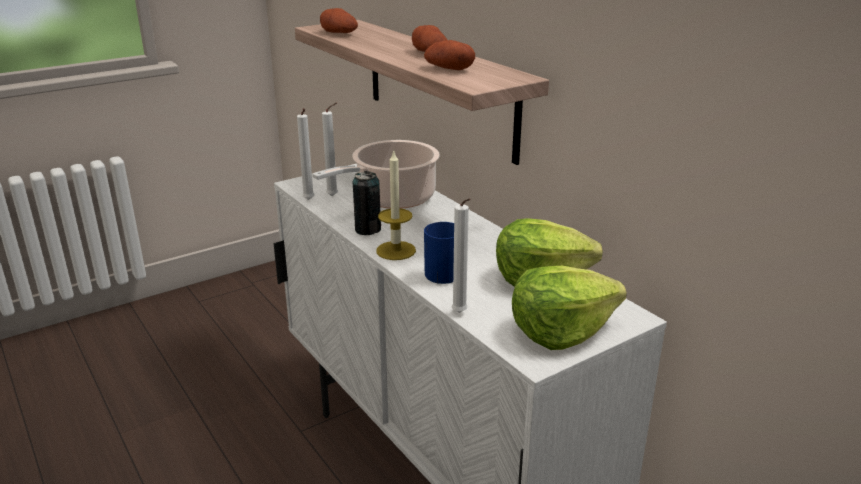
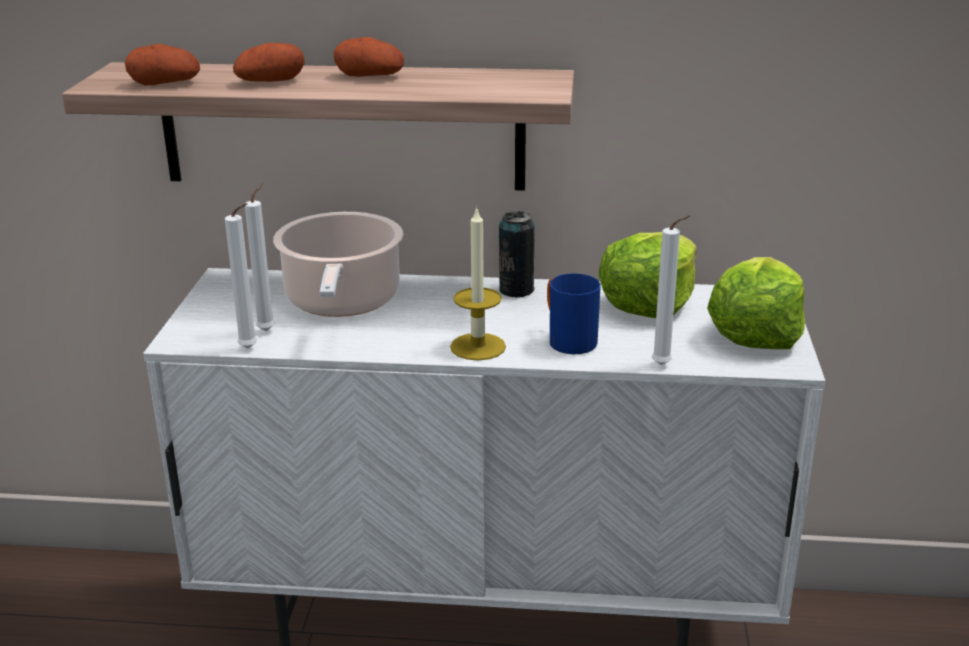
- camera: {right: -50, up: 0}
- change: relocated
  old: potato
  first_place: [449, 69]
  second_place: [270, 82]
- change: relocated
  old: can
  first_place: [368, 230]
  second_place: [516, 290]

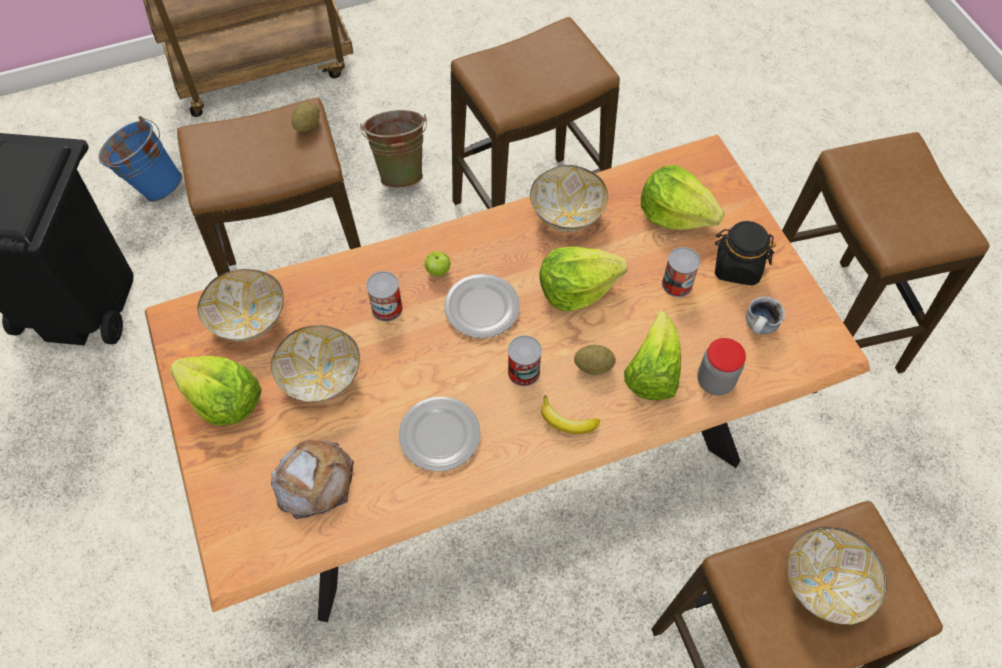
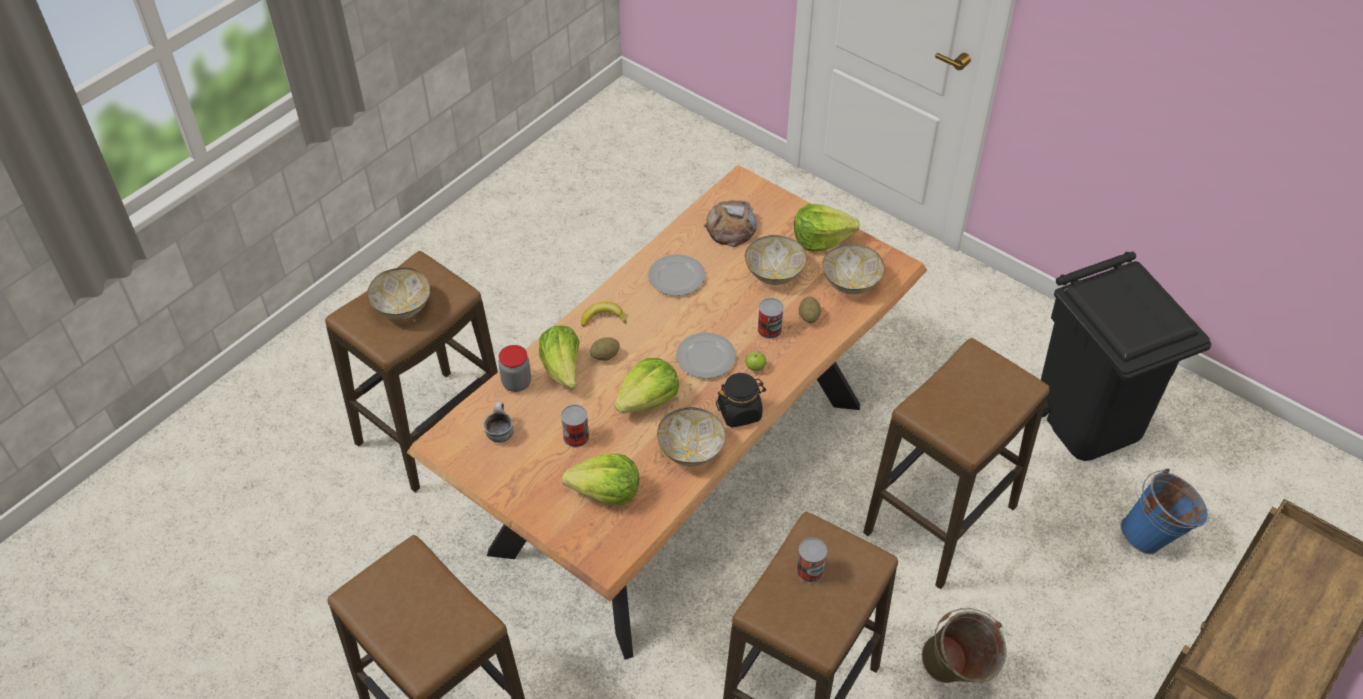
- camera: {right: 150, up: -10}
- change: relocated
  old: potato
  first_place: [307, 125]
  second_place: [809, 317]
- change: relocated
  old: black_jar
  first_place: [737, 267]
  second_place: [740, 412]
- change: relocated
  old: can
  first_place: [523, 372]
  second_place: [810, 570]

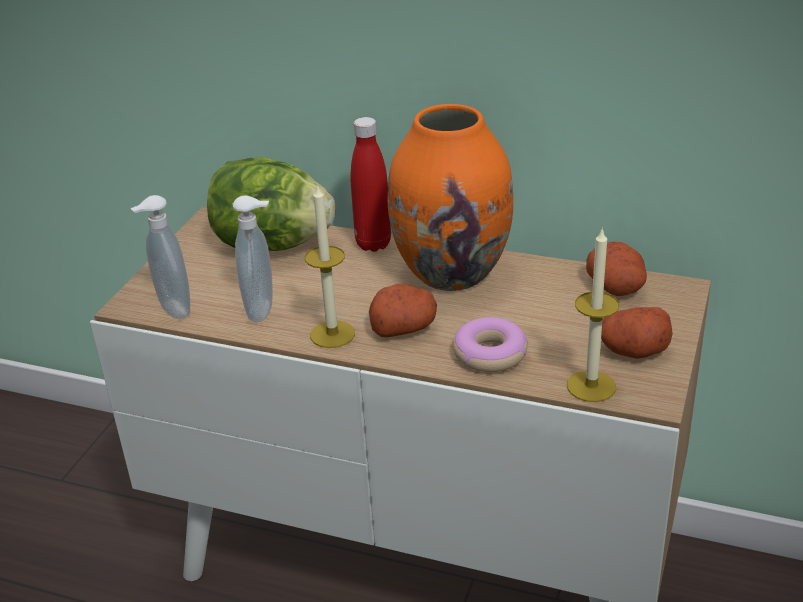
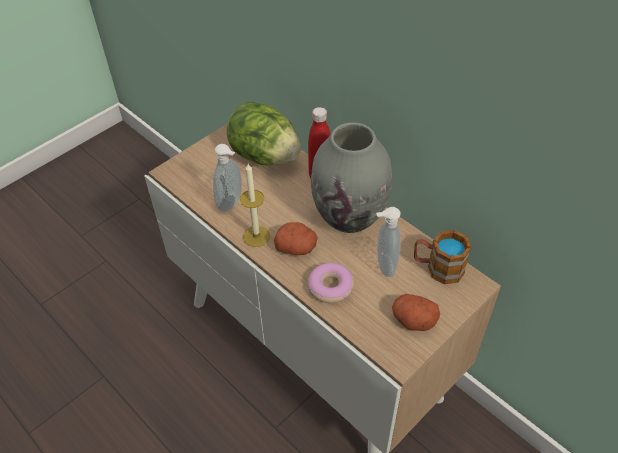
- camera: {right: 25, up: 15}
- change: colour
  old: orange_vase
  new: grey_vase
  first_place: [452, 272]
  second_place: [350, 216]
- change: relocated
  old: soap_dispenser
  first_place: [172, 310]
  second_place: [384, 265]
- change: missing
  old: candle
  first_place: [591, 386]
- change: exchanged
  old: potato
  new: mug
  first_place: [617, 287]
  second_place: [437, 268]

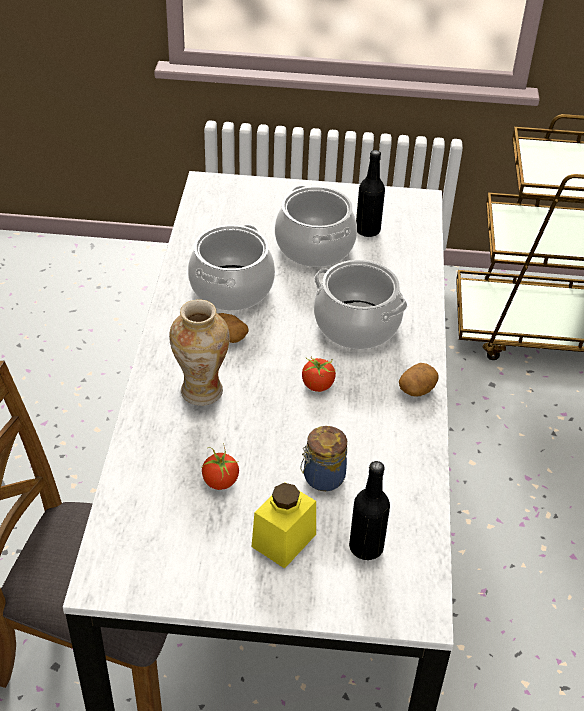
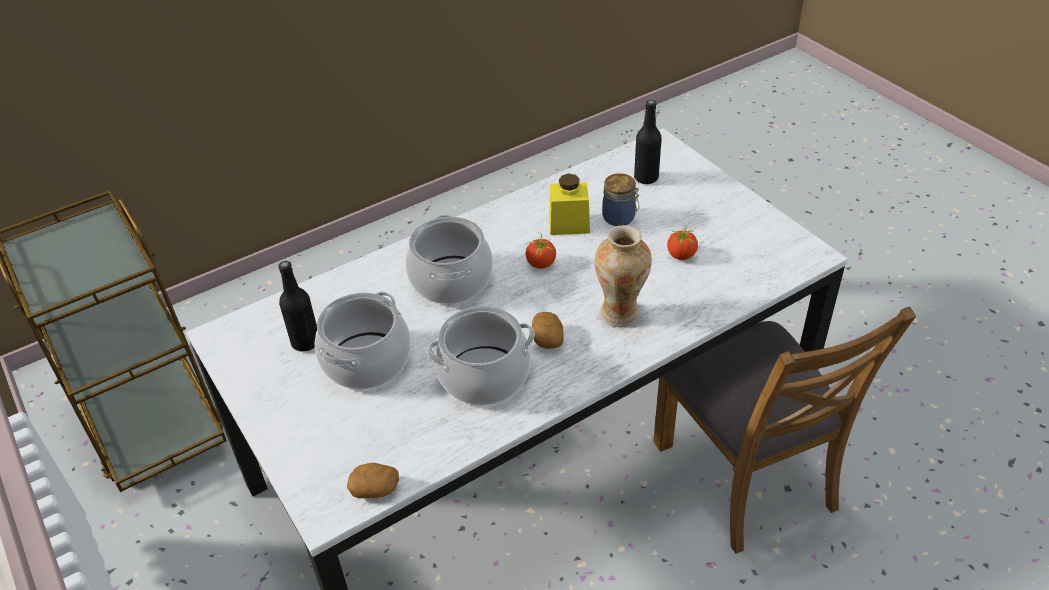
- camera: {right: -125, up: 0}
- change: relocated
  old: potato
  first_place: [417, 389]
  second_place: [375, 488]
- change: relocated
  old: yellow_jar
  first_place: [284, 540]
  second_place: [569, 224]

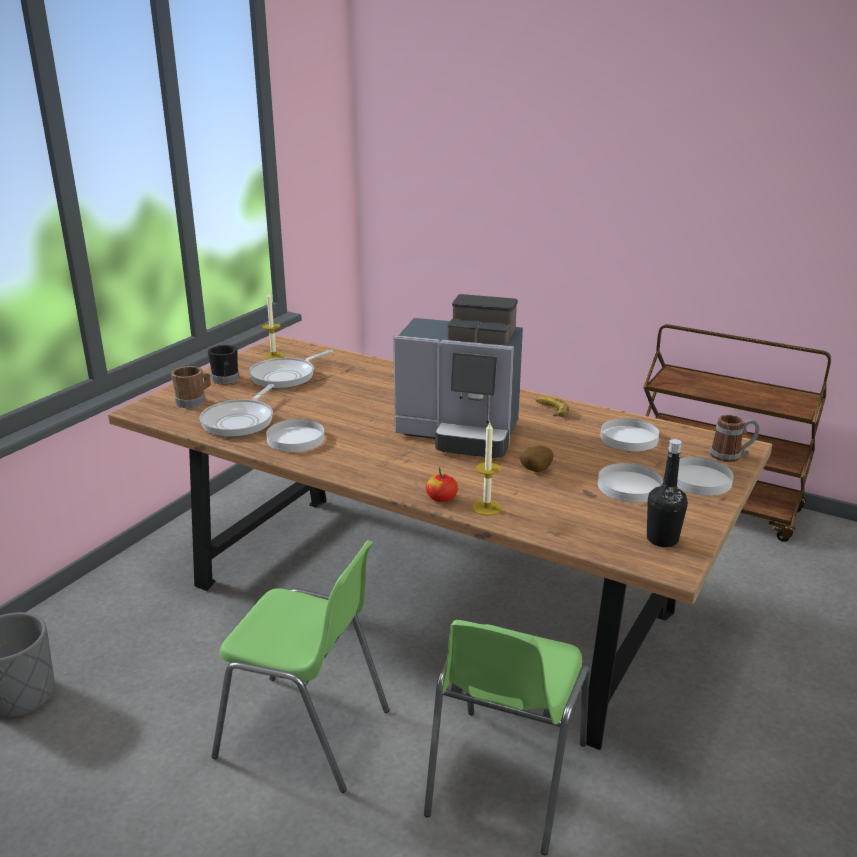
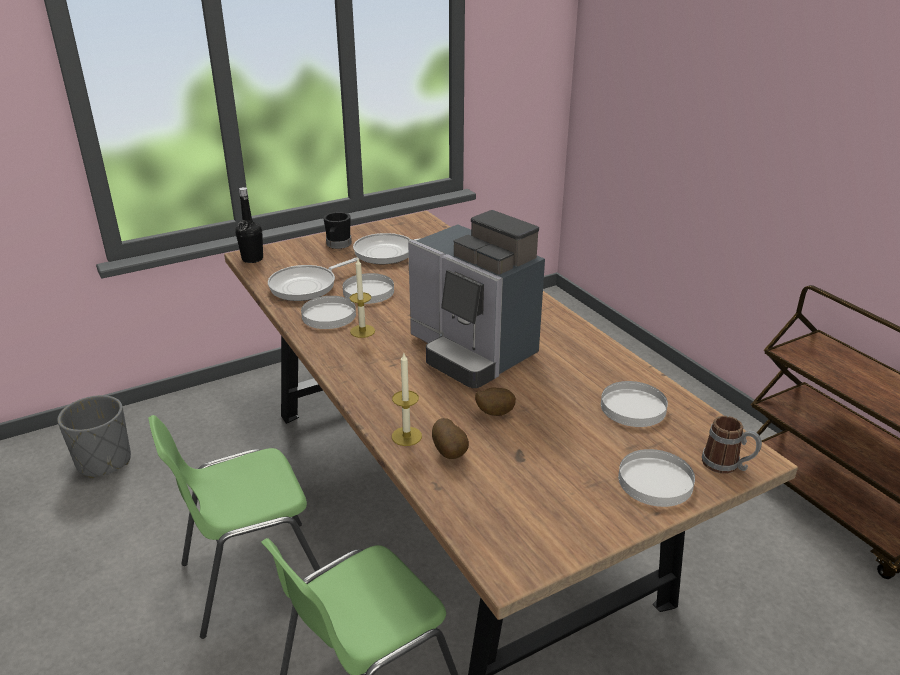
- camera: {right: 30, up: 5}
- change: relocated
  old: candle
  first_place: [273, 356]
  second_place: [362, 331]
- change: missing
  old: brown_mug
  first_place: [194, 401]
- change: missing
  old: banana
  first_place: [551, 410]
- change: relocated
  old: black_bottle
  first_place: [662, 539]
  second_place: [252, 259]
- change: relocated
  old: white_plate
  first_place: [629, 486]
  second_place: [368, 291]
- change: missing
  old: apple
  first_place: [441, 498]
- change: spun
  old: green_chair
  first_place: [305, 733]
  second_place: [253, 578]
  degrees: 105
- change: appeared
  new: potato
  second_place: [450, 452]

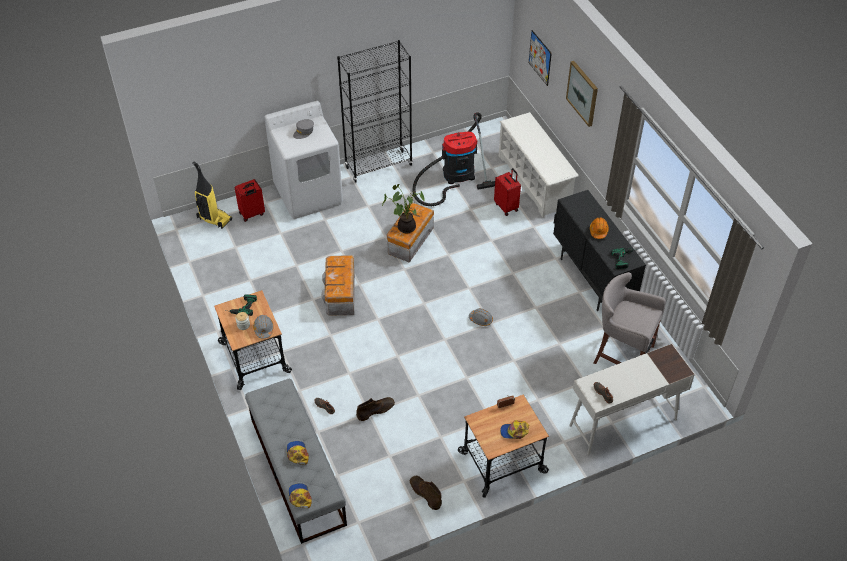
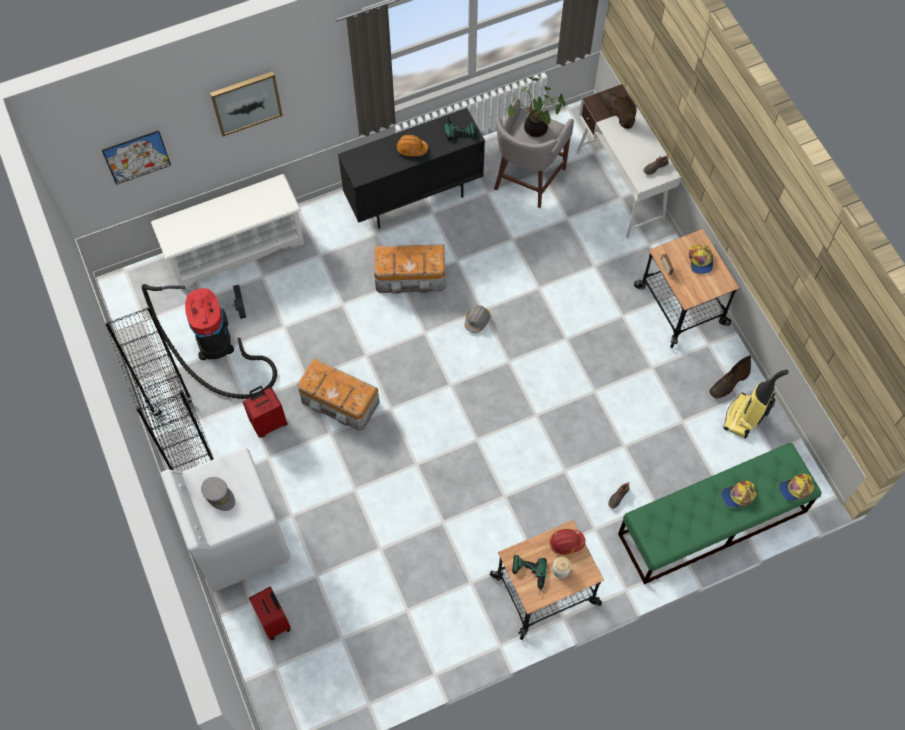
- camera: {right: -90, up: 15}
- change: relocated
  old: vacuum_cleaner
  first_place: [213, 219]
  second_place: [743, 417]
- change: relocated
  old: red_suitcase
  first_place: [506, 207]
  second_place: [269, 423]
- change: relocated
  old: potted_plant
  first_place: [405, 226]
  second_place: [534, 130]
- change: relocated
  old: storage_box
  first_place: [340, 294]
  second_place: [411, 277]
- change: colour
  old: grey_hard_hat
  new: red_hard_hat
  first_place: [263, 329]
  second_place: [566, 543]
- change: colour
  old: grey_bench
  new: green_bench
  first_place: [297, 470]
  second_place: [712, 523]
- change: relocated
  old: brown_boot
  first_place: [376, 410]
  second_place: [617, 111]

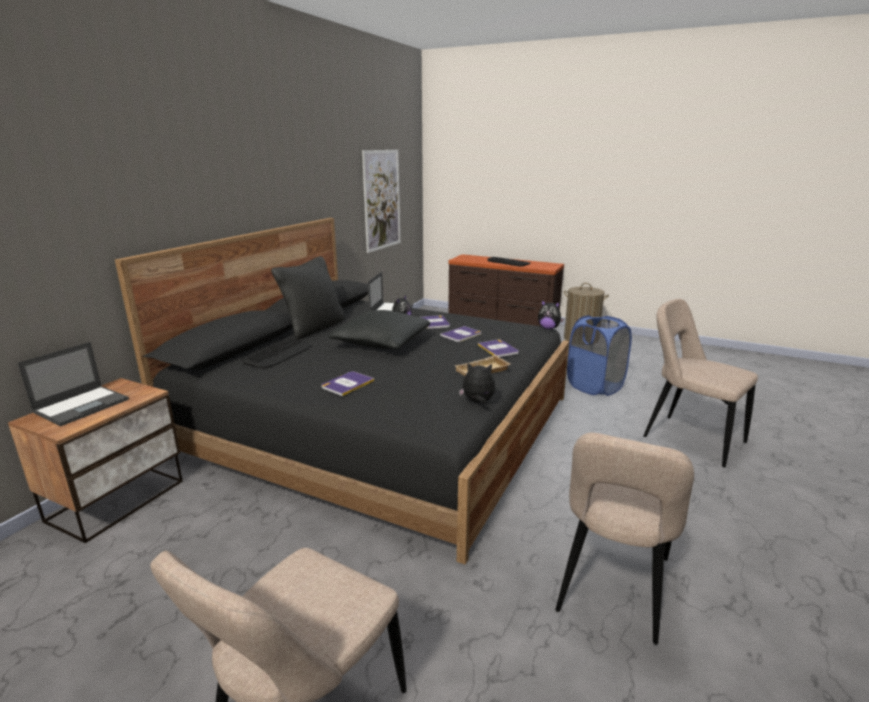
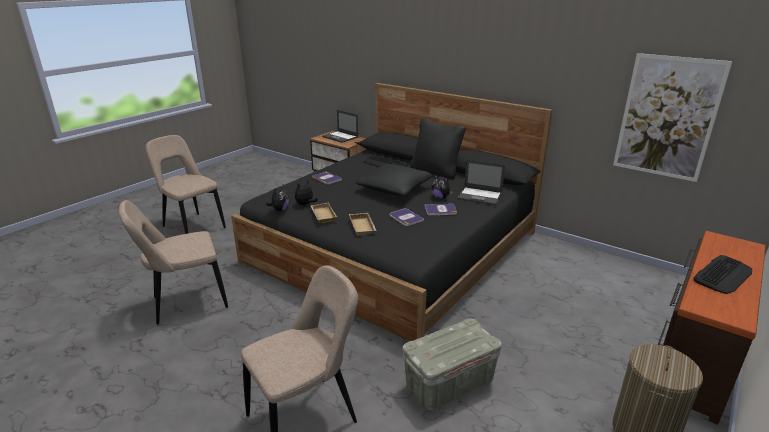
- camera: {right: 100, up: 5}
- change: relocated
  old: plush_toy
  first_place: [548, 328]
  second_place: [305, 204]
- change: exchanged
  old: blue_laundry_basket
  new: grey_storage_box
  first_place: [595, 386]
  second_place: [449, 385]
- change: exchanged
  old: book
  new: beige_tray
  first_place: [498, 349]
  second_place: [363, 226]
- change: spun
  old: beige_chair
  first_place: [612, 589]
  second_place: [186, 303]
  degrees: -60

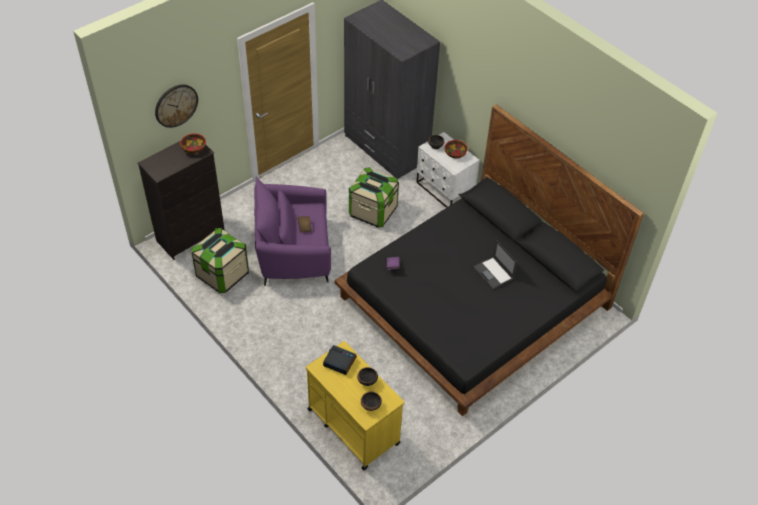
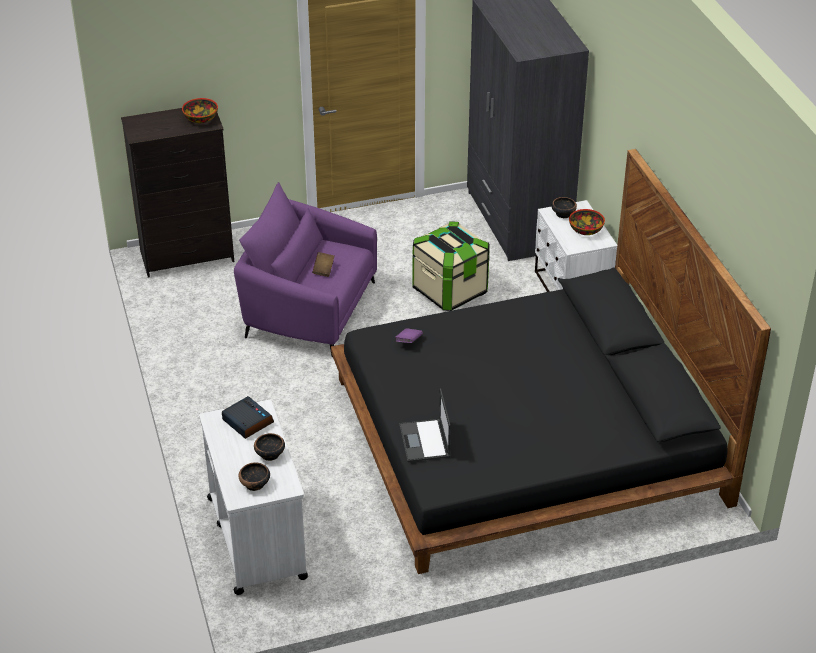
- camera: {right: 25, up: -10}
- change: missing
  old: wall_clock
  first_place: [176, 105]
- change: missing
  old: storage_box
  first_place: [222, 274]
- change: relocated
  old: laptop
  first_place: [493, 273]
  second_place: [425, 441]
- change: colour
  old: yellow_cart
  new: white_cart
  first_place: [353, 426]
  second_place: [256, 537]

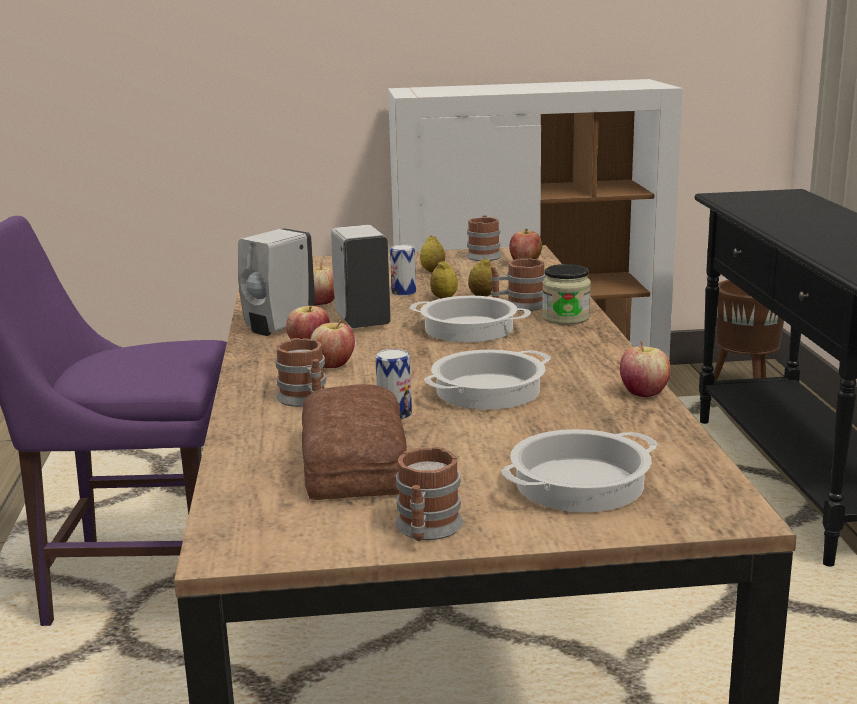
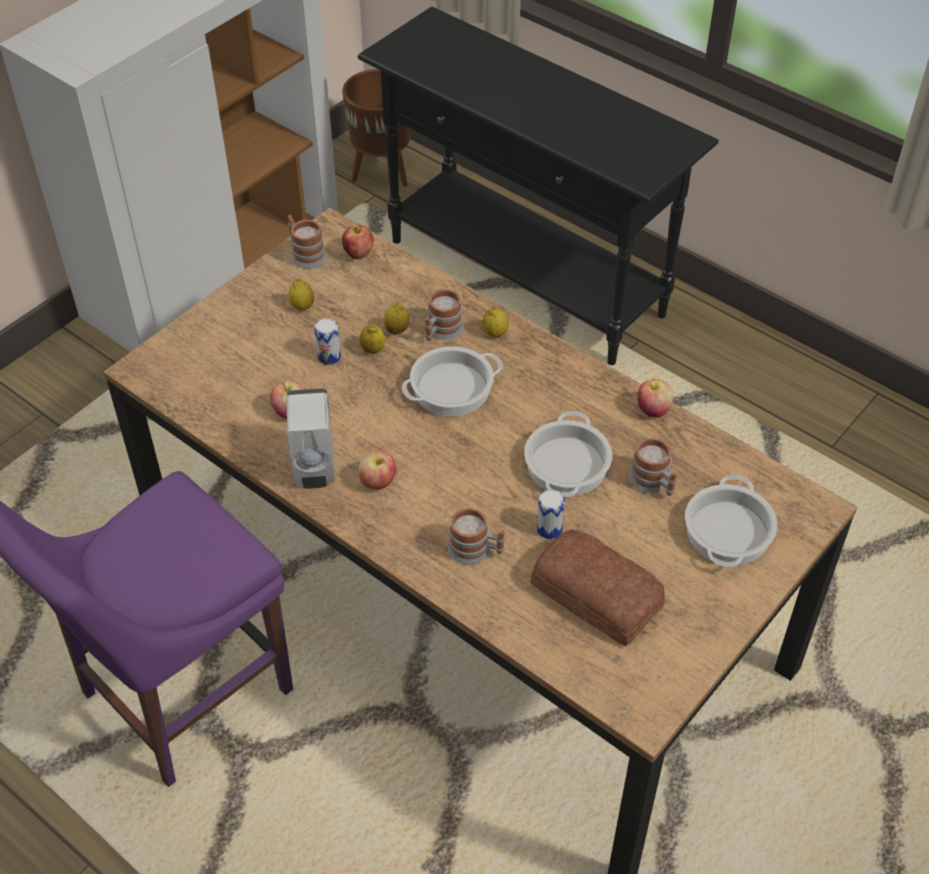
- camera: {right: -45, up: 30}
- change: missing
  old: white_soap_dispenser
  first_place: [362, 321]
- change: exchanged
  old: jar
  new: lemon
  first_place: [565, 318]
  second_place: [495, 333]
- change: missing
  old: apple
  first_place: [333, 366]
- change: relocated
  old: mug
  first_place: [426, 530]
  second_place: [653, 483]

